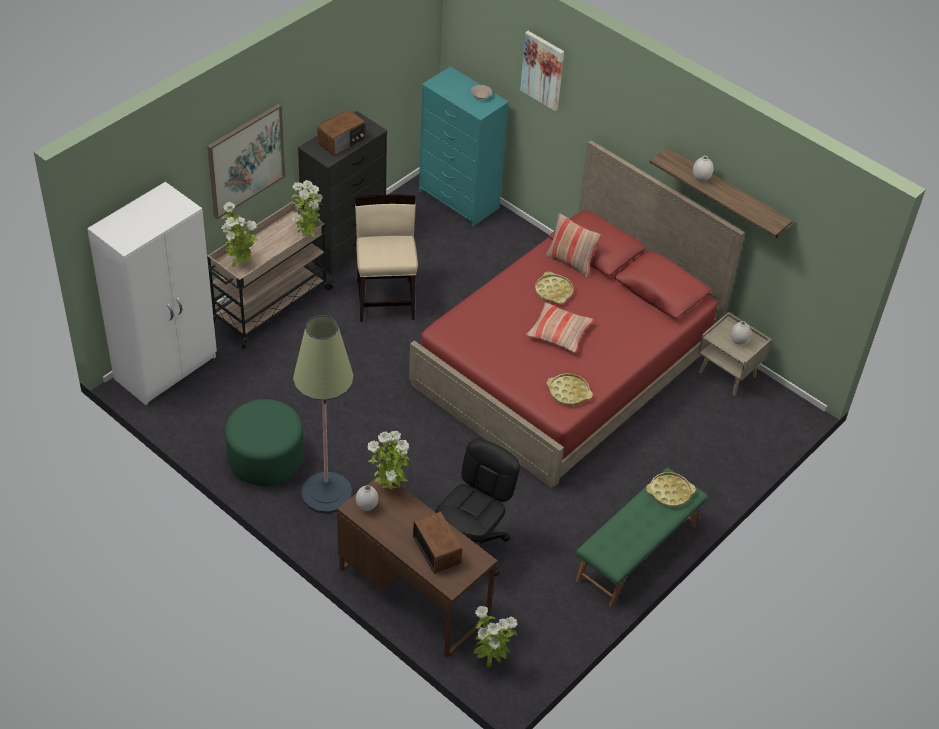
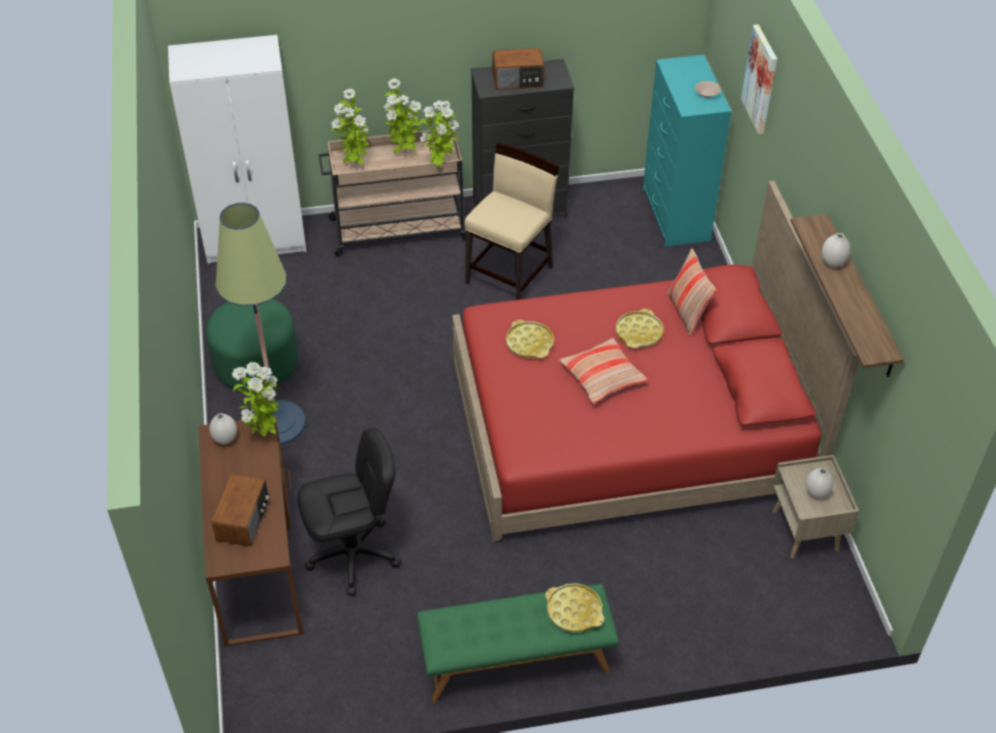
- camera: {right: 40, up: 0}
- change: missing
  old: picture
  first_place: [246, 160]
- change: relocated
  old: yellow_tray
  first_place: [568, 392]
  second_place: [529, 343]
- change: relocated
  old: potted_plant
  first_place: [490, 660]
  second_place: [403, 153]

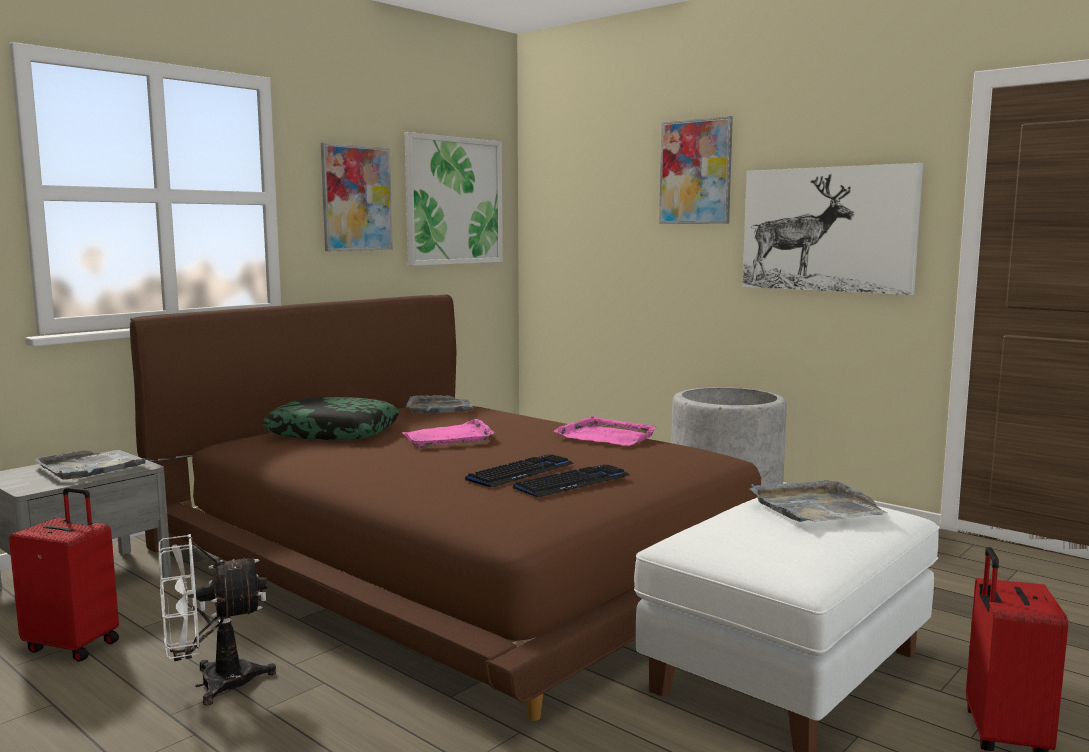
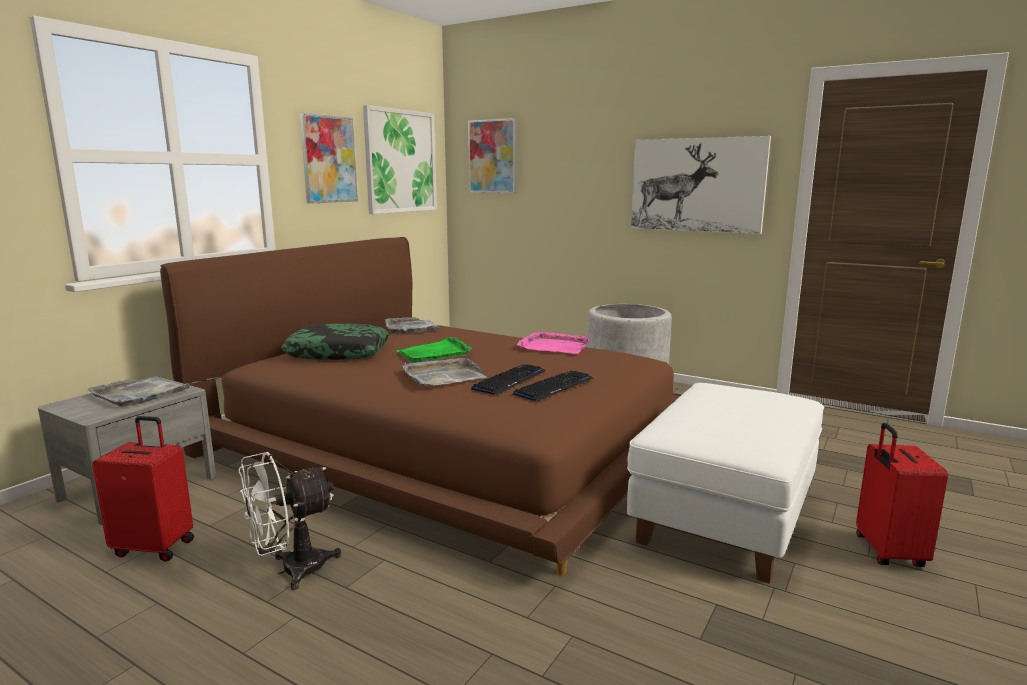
- camera: {right: -10, up: 5}
- change: relocated
  old: picture
  first_place: [695, 172]
  second_place: [492, 156]
- change: colour
  old: pink_tray
  new: green_tray
  first_place: [448, 438]
  second_place: [434, 353]
- change: relocated
  old: grey_tray
  first_place: [814, 507]
  second_place: [443, 376]

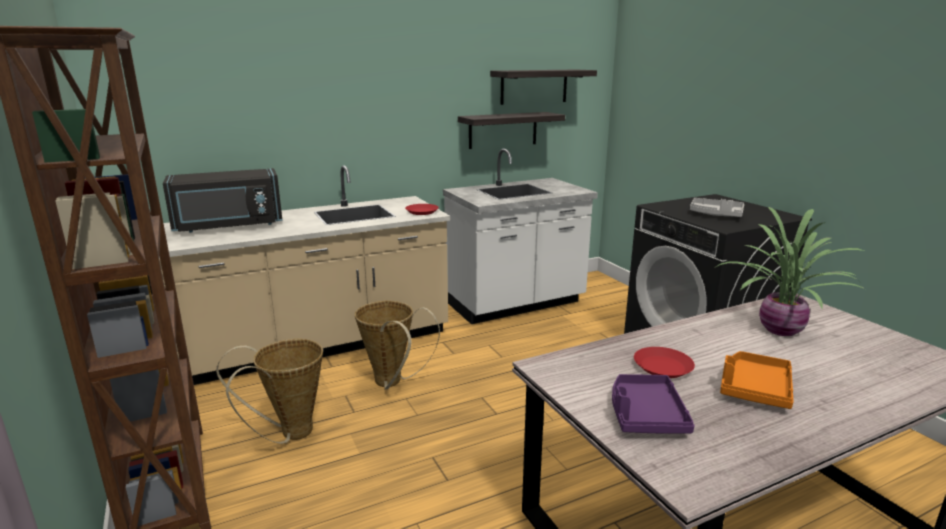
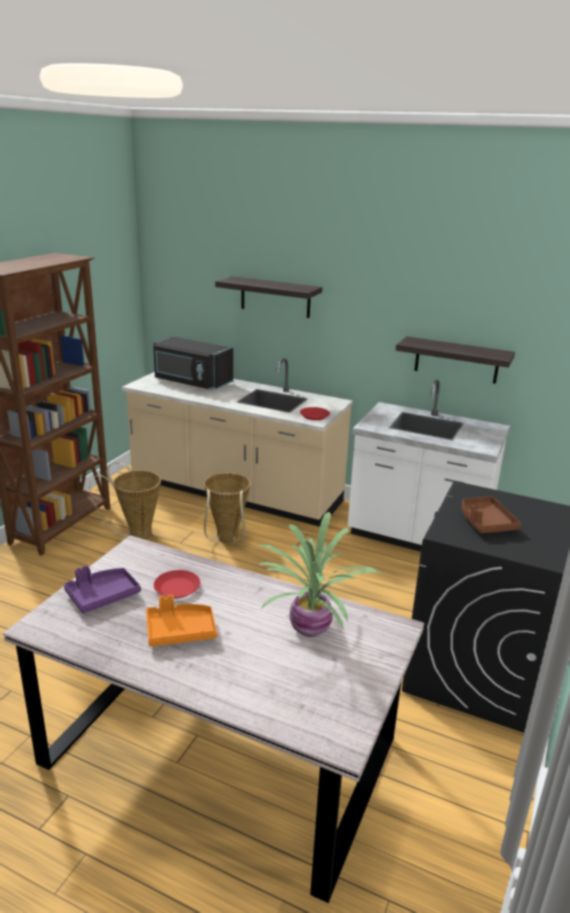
- camera: {right: 50, up: 5}
- change: relocated
  old: shelf
  first_place: [534, 86]
  second_place: [275, 297]
- change: colour
  old: grey_tray
  new: brown_tray
  first_place: [716, 215]
  second_place: [485, 522]

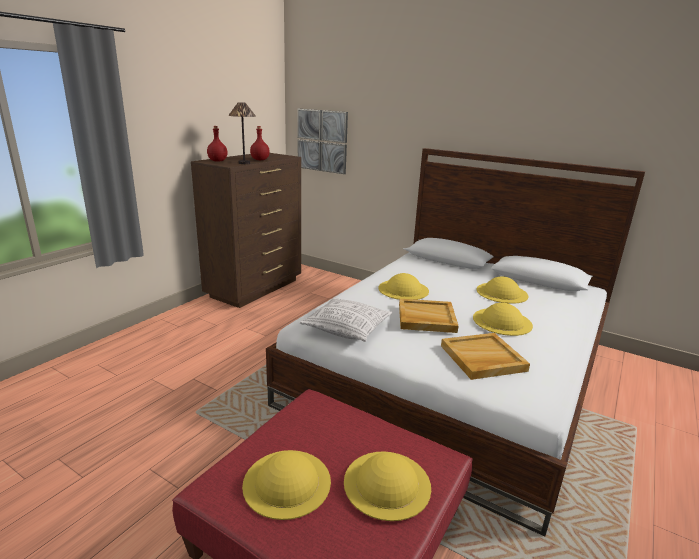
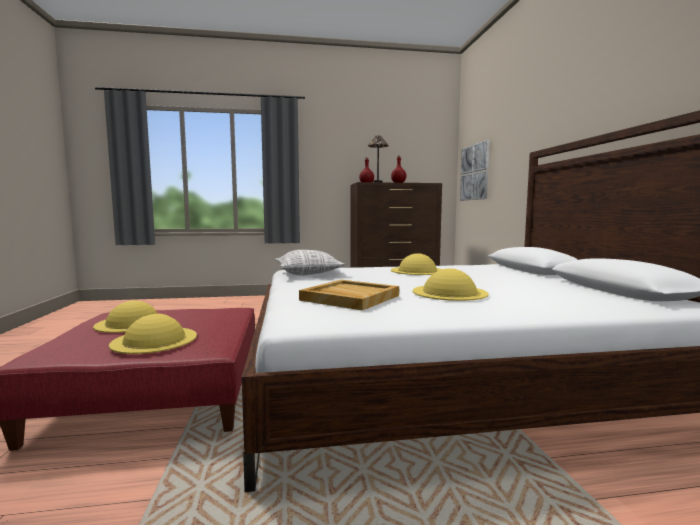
- camera: {right: 50, up: -15}
- change: missing
  old: yellow_hat
  first_place: [501, 292]
- change: missing
  old: beige_tray
  first_place: [426, 318]

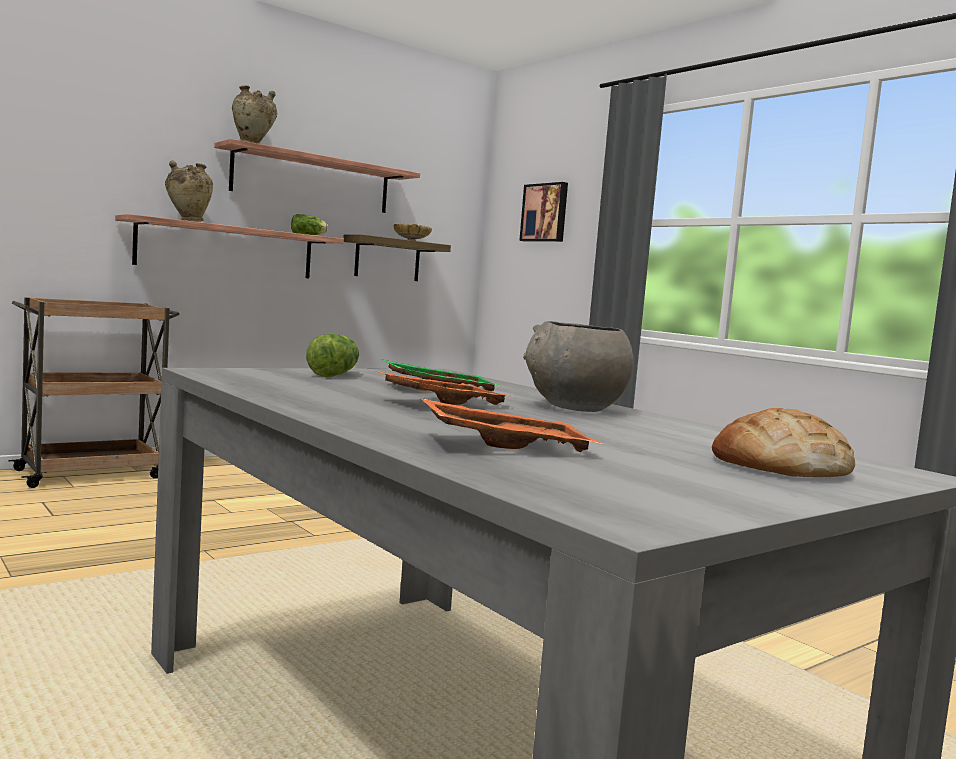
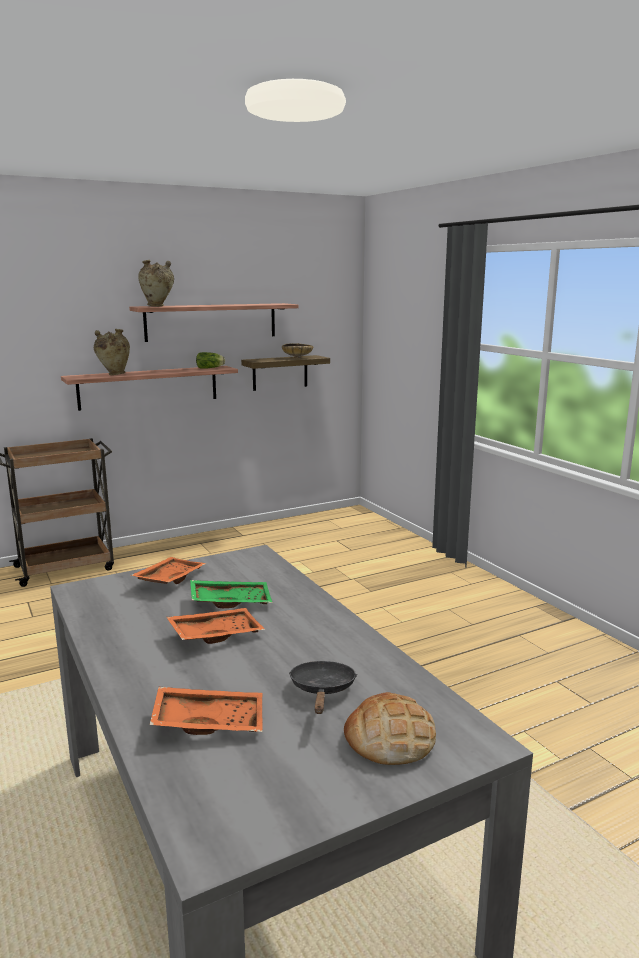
- camera: {right: 10, up: 10}
- change: missing
  old: picture
  first_place: [545, 213]
- change: missing
  old: grey_bowl
  first_place: [574, 408]
- change: exchanged
  old: lettuce
  new: orange_tray
  first_place: [335, 374]
  second_place: [169, 579]
- change: appeared
  new: black_frying_pan
  second_place: [322, 690]

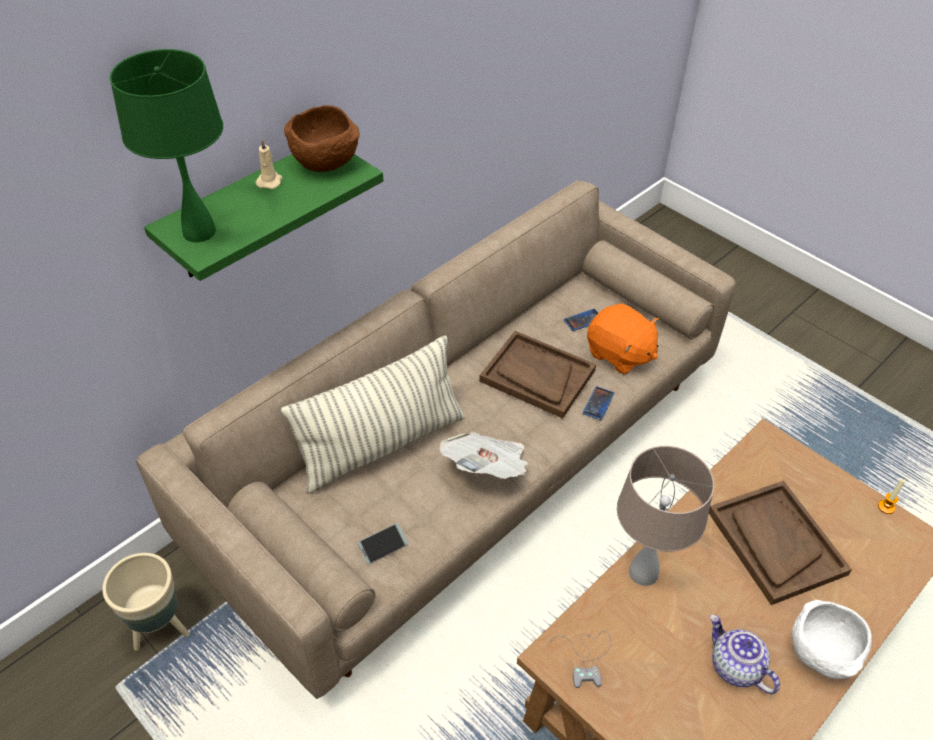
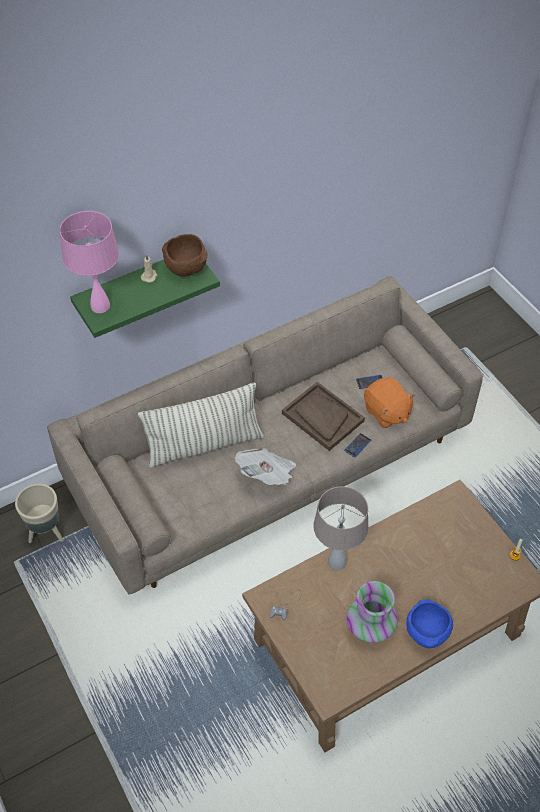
- camera: {right: 15, up: 5}
- change: colour
  old: green_table_lamp
  new: pink_table_lamp
  first_place: [198, 232]
  second_place: [100, 306]
- change: missing
  old: brown_tray
  first_place: [775, 542]
- change: missing
  old: phone
  first_place: [383, 546]
- change: colour
  old: white_bowl
  new: blue_bowl
  first_place: [822, 656]
  second_place: [427, 634]
- change: exchanged
  old: teapot
  new: vase
  first_place: [734, 667]
  second_place: [370, 628]

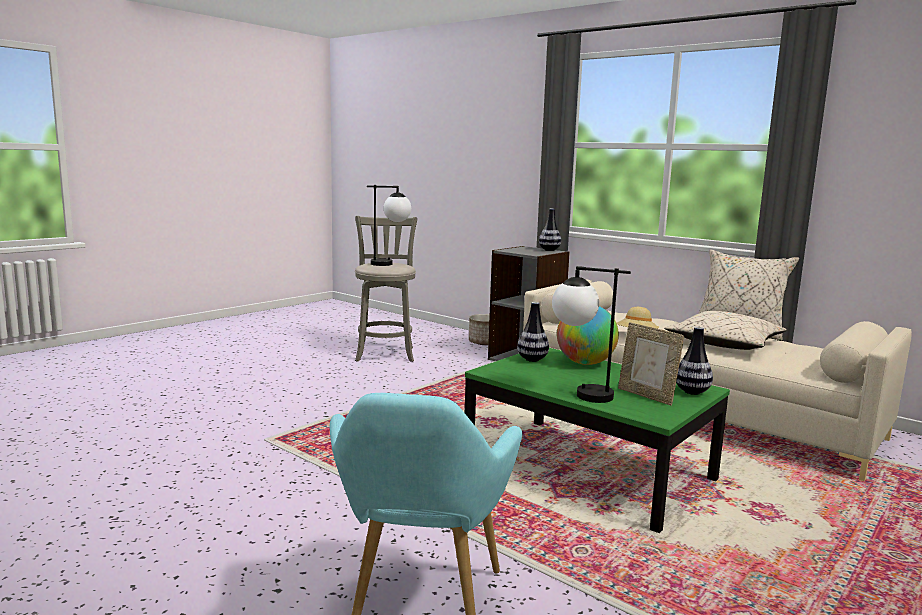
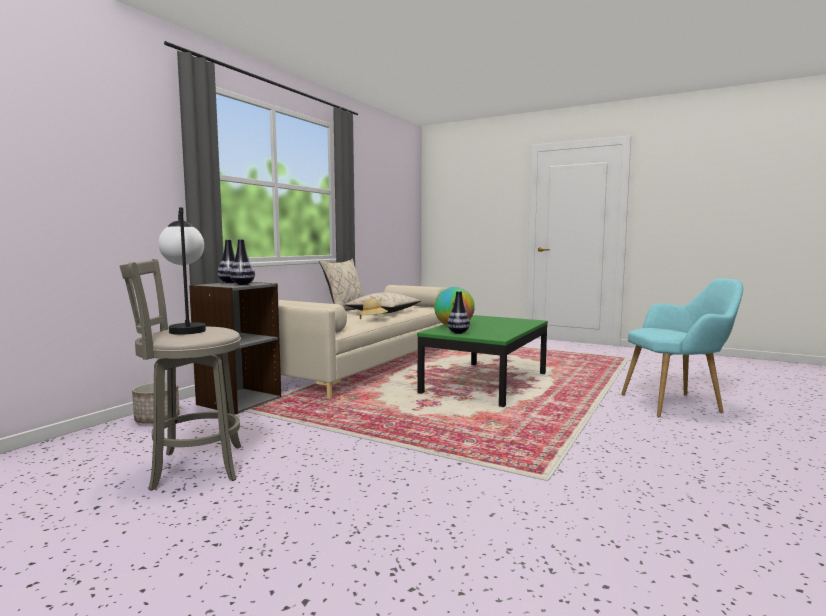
- camera: {right: -100, up: -5}
- change: missing
  old: table_lamp
  first_place: [579, 394]
- change: missing
  old: picture_frame
  first_place: [646, 396]
- change: relocated
  old: vase
  first_place: [692, 392]
  second_place: [242, 284]

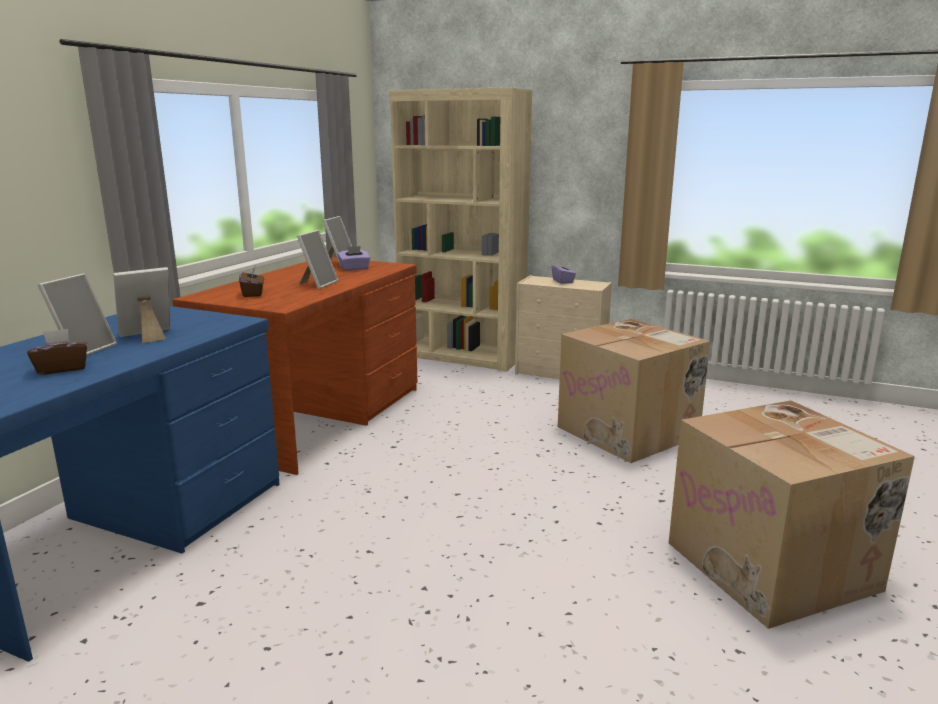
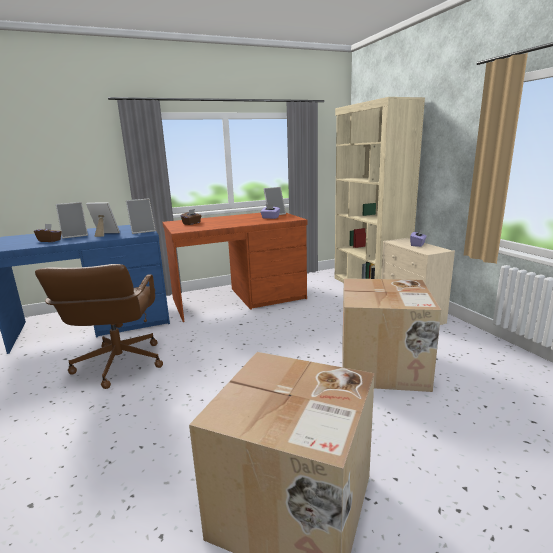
- camera: {right: 45, up: 0}
- change: relocated
  old: picture_frame
  first_place: [317, 284]
  second_place: [143, 231]
- change: appeared
  new: brown_office_chair
  second_place: [118, 364]

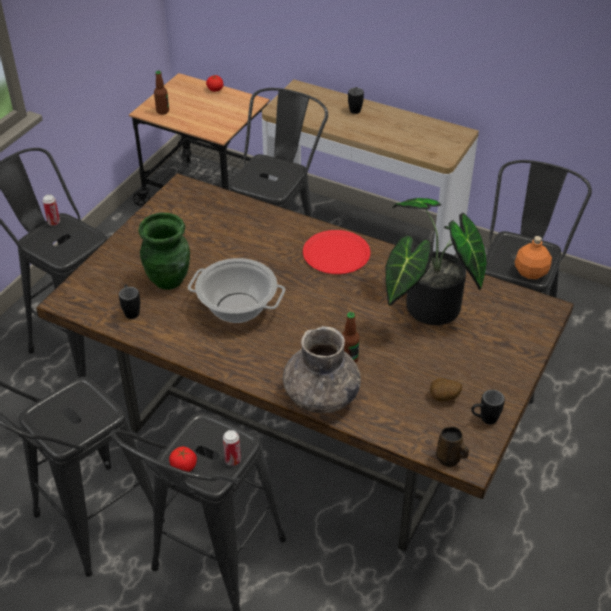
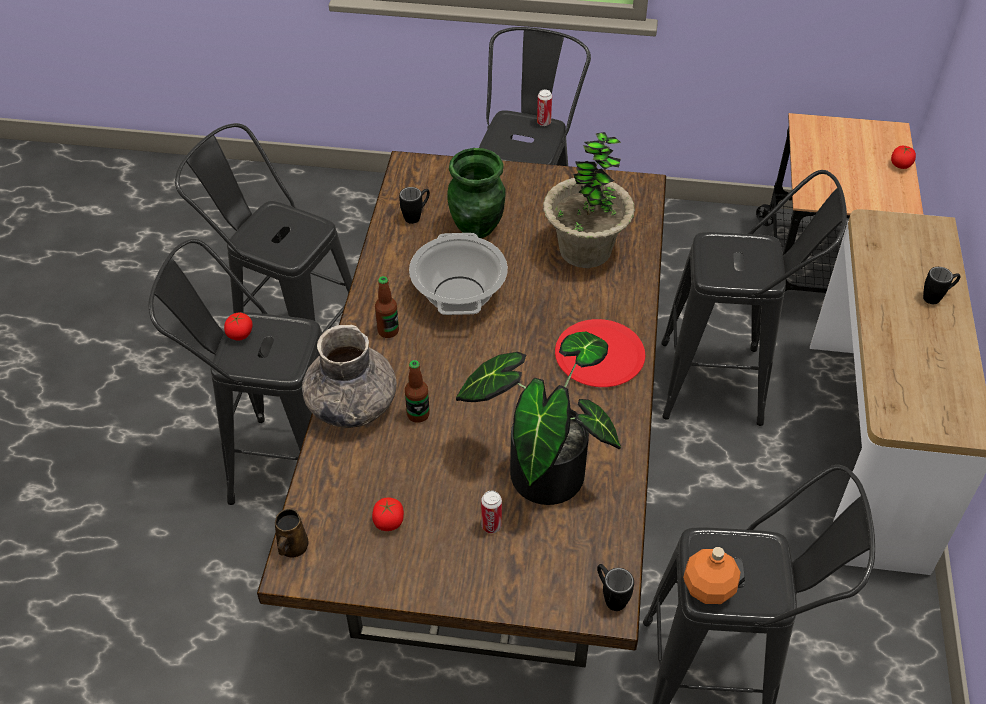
- camera: {right: 70, up: 5}
- change: relocated
  old: bottle
  first_place: [162, 111]
  second_place: [388, 331]
- change: exchanged
  old: potato
  new: tomato
  first_place: [444, 398]
  second_place: [388, 522]
- change: relocated
  old: black_mug
  first_place: [484, 419]
  second_place: [610, 597]
- change: relocated
  old: can
  first_place: [232, 460]
  second_place: [491, 526]
- change: appeared
  new: potted_plant
  second_place: [585, 250]

